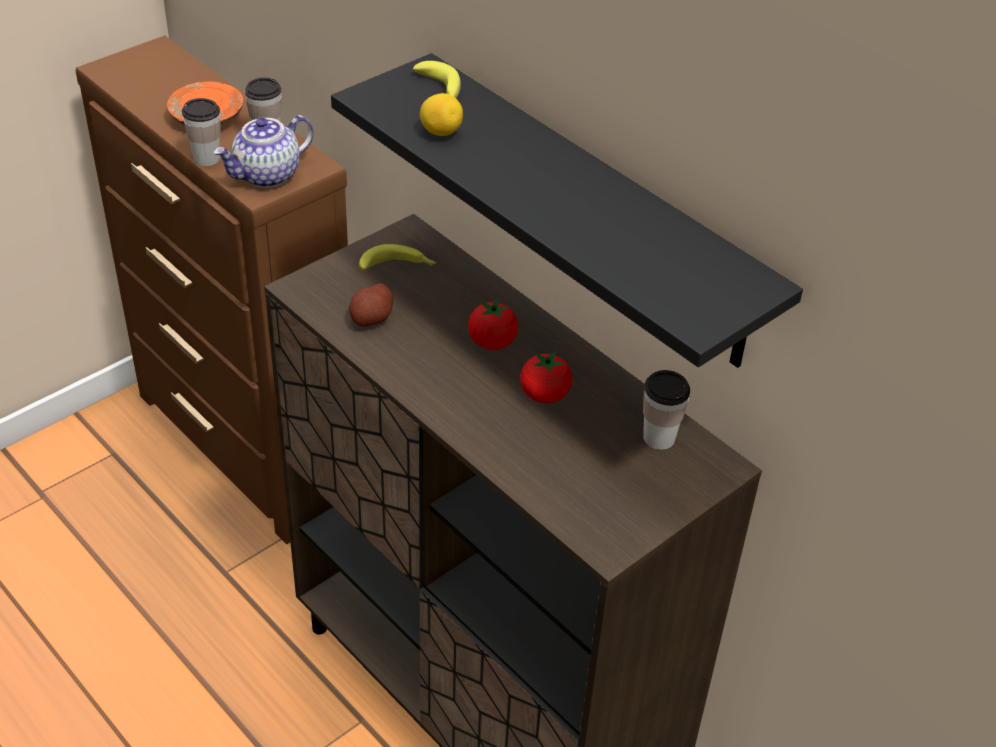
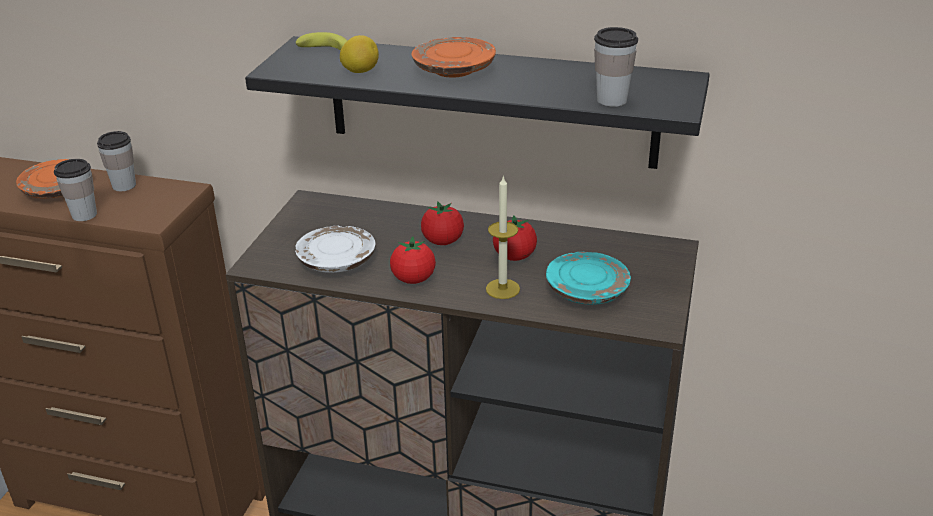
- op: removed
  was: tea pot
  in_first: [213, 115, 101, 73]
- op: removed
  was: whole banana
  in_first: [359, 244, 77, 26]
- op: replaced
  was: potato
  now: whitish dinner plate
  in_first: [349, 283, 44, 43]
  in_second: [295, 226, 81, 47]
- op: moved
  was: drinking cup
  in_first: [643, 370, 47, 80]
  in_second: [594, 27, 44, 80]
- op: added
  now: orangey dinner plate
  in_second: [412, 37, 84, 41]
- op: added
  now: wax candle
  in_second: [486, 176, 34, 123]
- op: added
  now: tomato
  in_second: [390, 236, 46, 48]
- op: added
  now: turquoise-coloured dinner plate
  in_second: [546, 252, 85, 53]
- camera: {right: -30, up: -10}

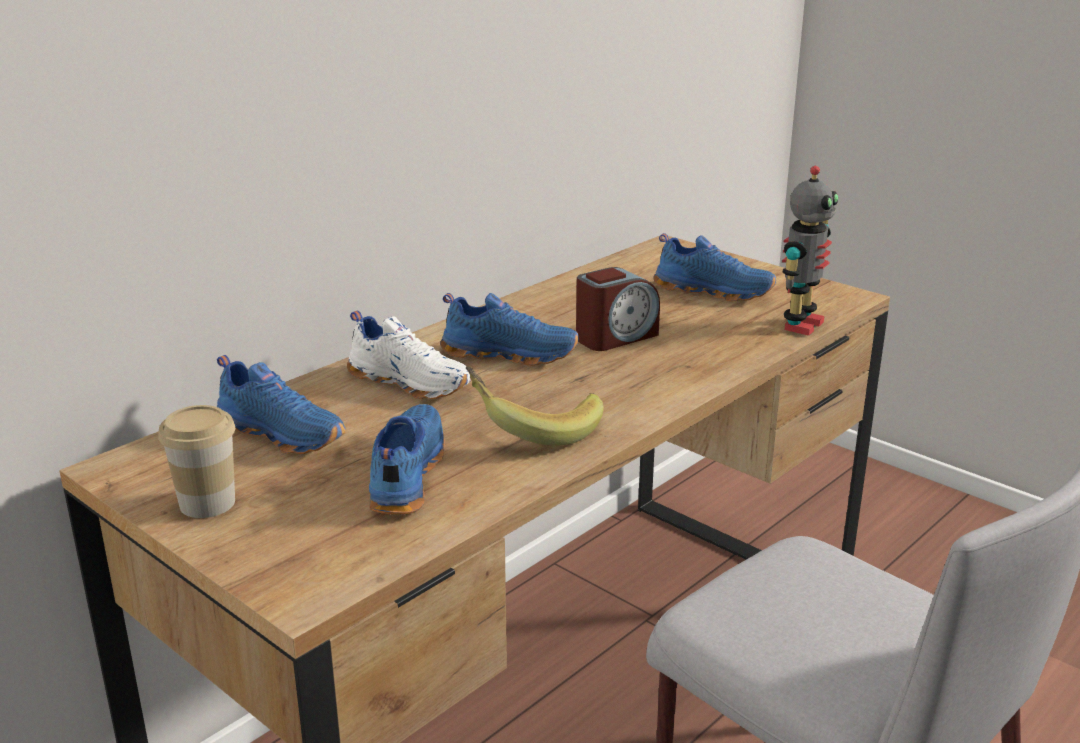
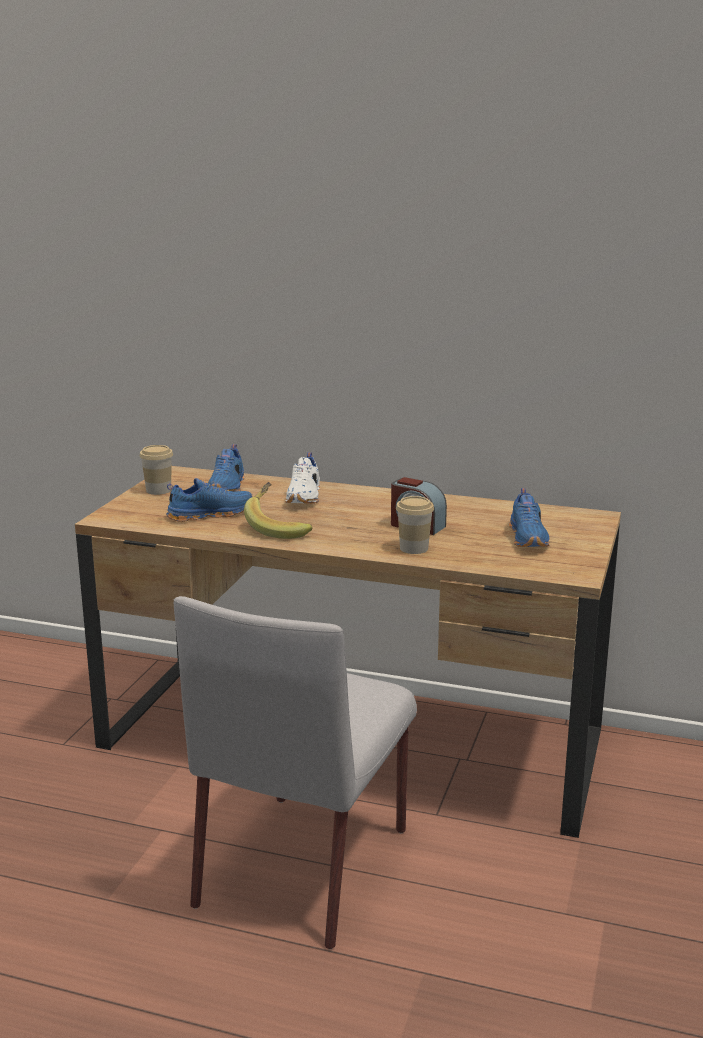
- op: removed
  was: toy robot
  in_first: [782, 166, 56, 170]
- op: removed
  was: bluish low shoe
  in_first: [440, 293, 139, 73]
- op: added
  now: drinking cup
  in_second: [396, 496, 38, 58]
- camera: {right: 65, up: -5}

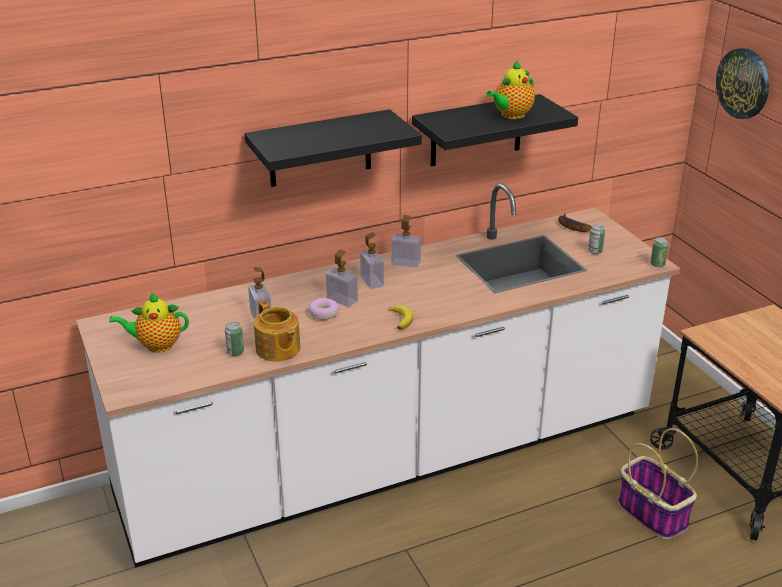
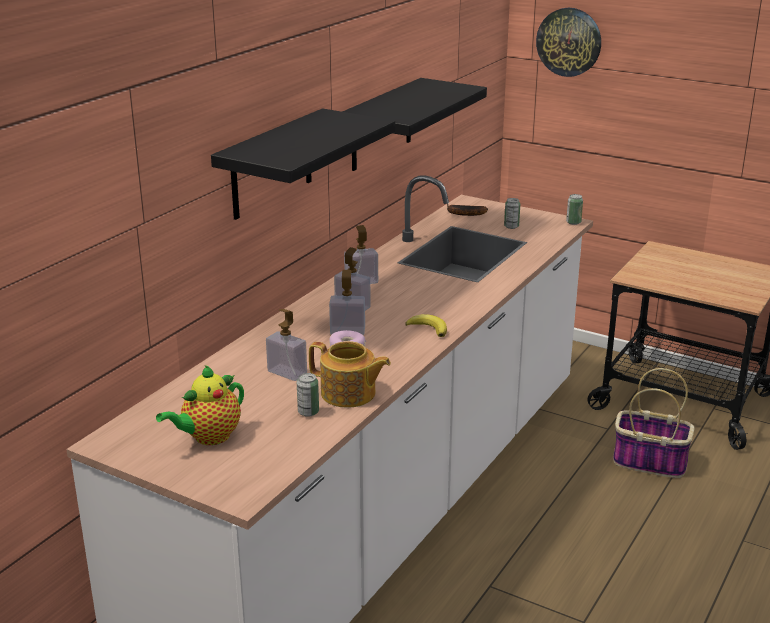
- op: removed
  was: tea pot
  in_first: [486, 60, 49, 59]
- camera: {right: -35, up: -5}

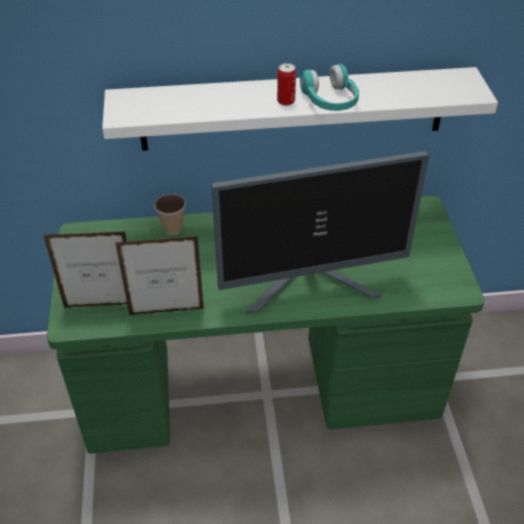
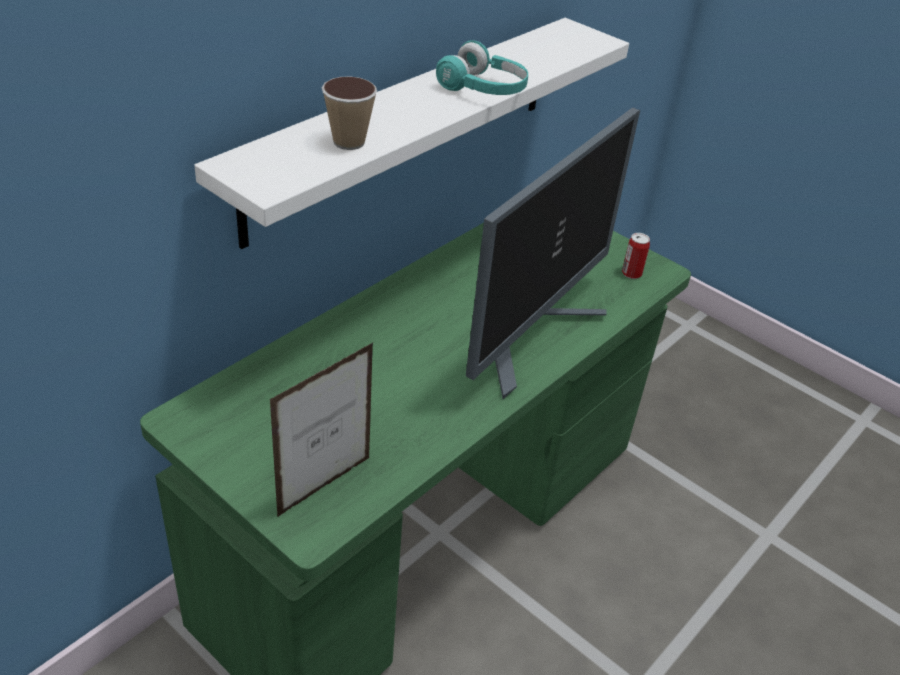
- op: moved
  was: can
  in_first: [277, 63, 19, 43]
  in_second: [622, 233, 28, 46]
- op: moved
  was: drinking cup
  in_first: [154, 194, 32, 41]
  in_second: [322, 77, 55, 73]
- op: removed
  was: standing frame
  in_first: [115, 236, 89, 79]
- camera: {right: -45, up: -5}

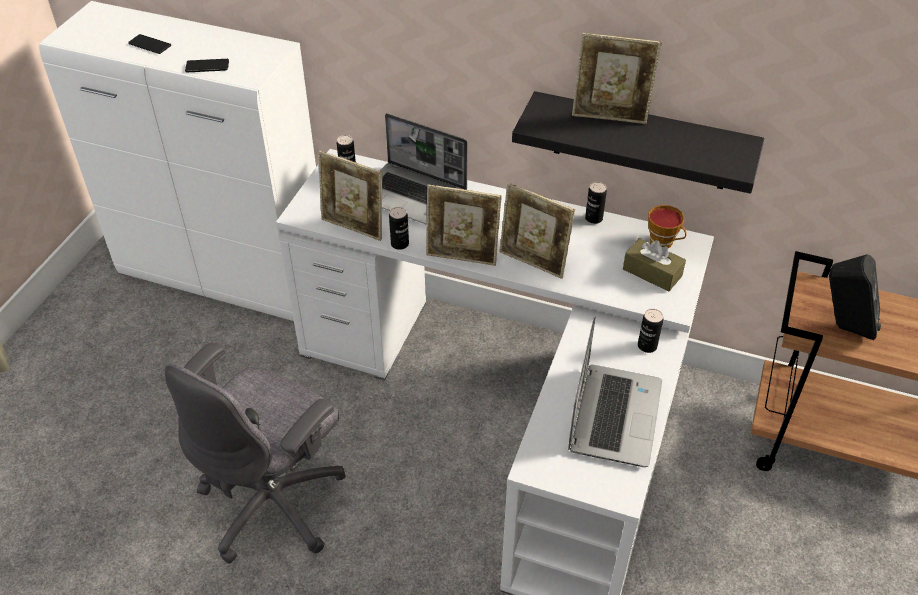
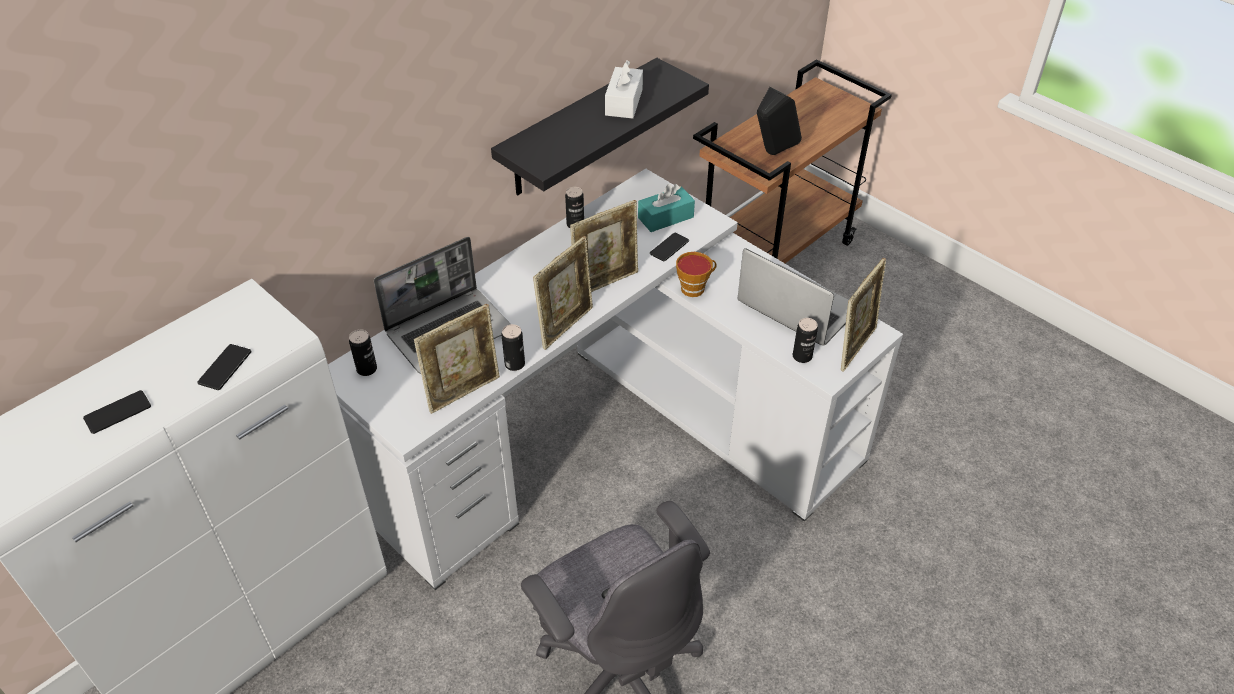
- op: moved
  was: standing frame
  in_first: [572, 33, 90, 91]
  in_second: [841, 258, 45, 114]
- op: moved
  was: drinking cup
  in_first: [648, 205, 39, 43]
  in_second: [676, 252, 41, 45]
- op: recoloured
  was: brown tissue holder
  now: turquoise-coloured tissue holder
  in_first: [623, 238, 63, 53]
  in_second: [638, 184, 57, 48]
- op: moved
  was: can
  in_first: [638, 309, 25, 44]
  in_second: [793, 318, 25, 45]
- op: added
  now: whitish tissue holder
  in_second: [605, 60, 38, 59]
- op: added
  now: telephone
  in_second: [650, 232, 39, 30]
- camera: {right: -65, up: 0}

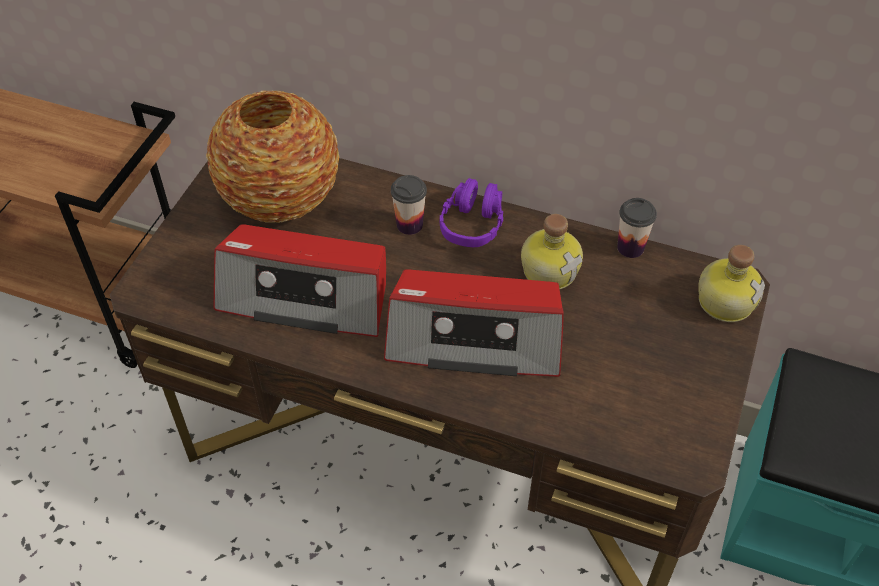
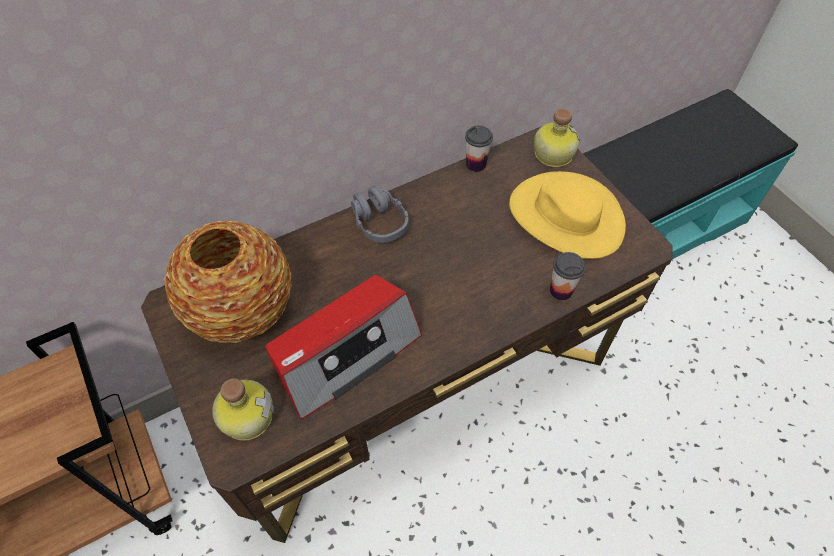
- op: moved
  was: drinking cup
  in_first: [391, 175, 36, 60]
  in_second: [550, 252, 36, 48]
- op: recoloured
  was: purple headphones
  now: greyish headphones
  in_first: [440, 178, 63, 69]
  in_second: [351, 185, 58, 58]
- op: moved
  was: drink bottle
  in_first: [521, 214, 62, 75]
  in_second: [212, 378, 62, 63]
- op: removed
  was: radio receiver
  in_first: [384, 269, 180, 108]
- op: added
  now: yellowish clothing hat
  in_second: [509, 171, 117, 88]
- camera: {right: -50, up: 5}

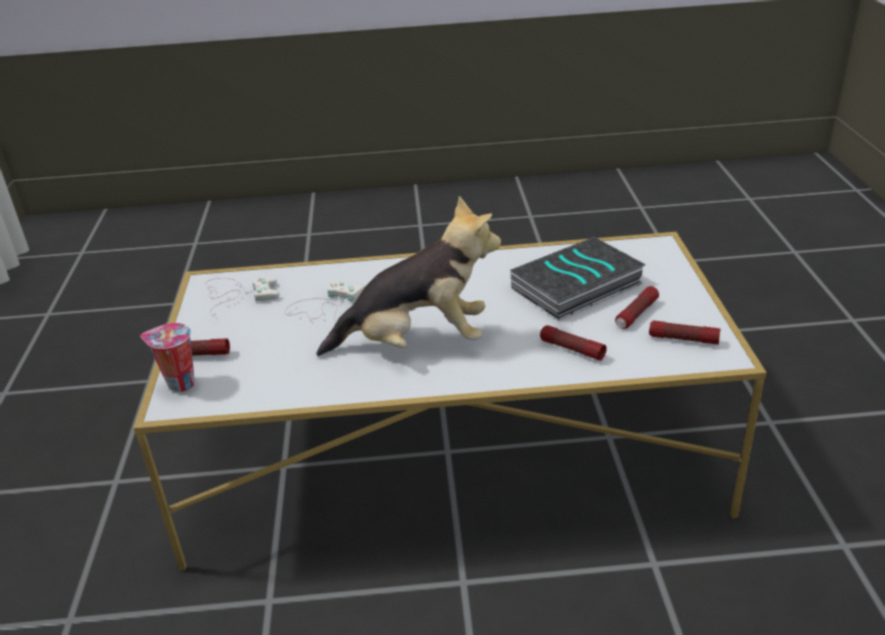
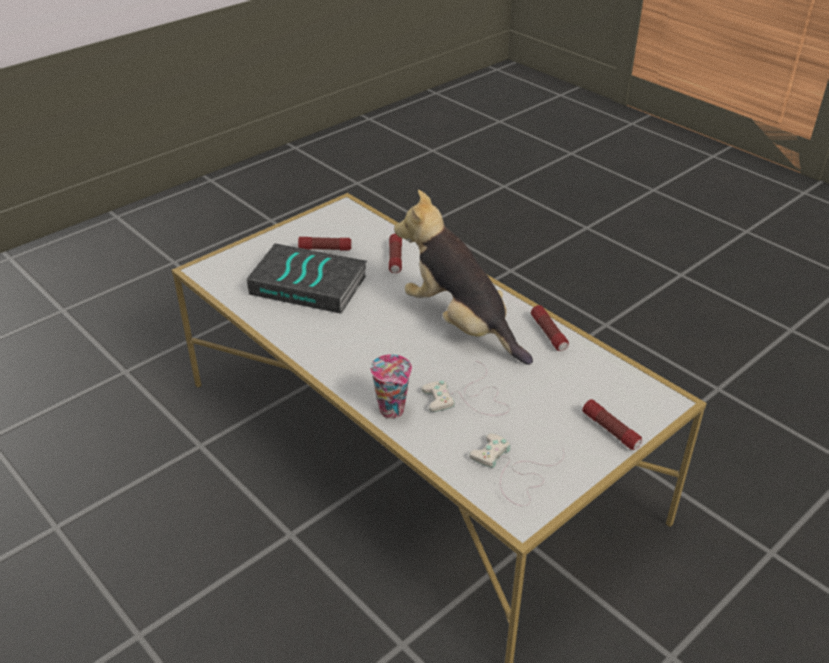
- op: moved
  was: flashlight
  in_first: [649, 320, 72, 25]
  in_second: [531, 305, 38, 46]
- op: moved
  was: drinking cup
  in_first: [140, 323, 55, 69]
  in_second: [370, 354, 42, 65]
- camera: {right: -130, up: 5}

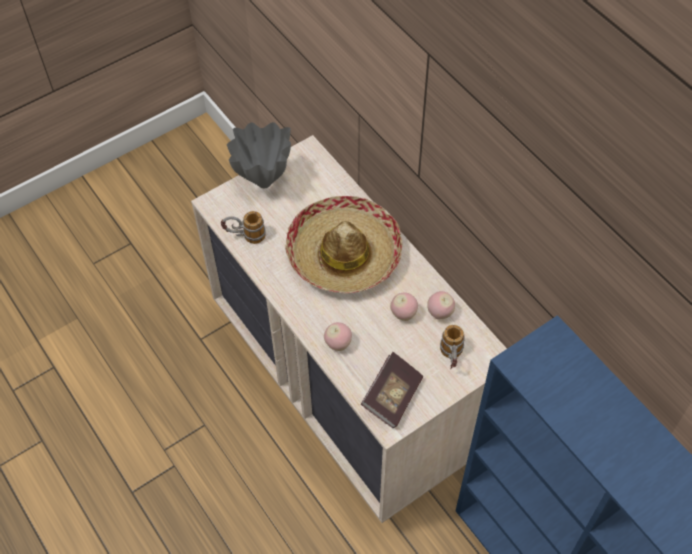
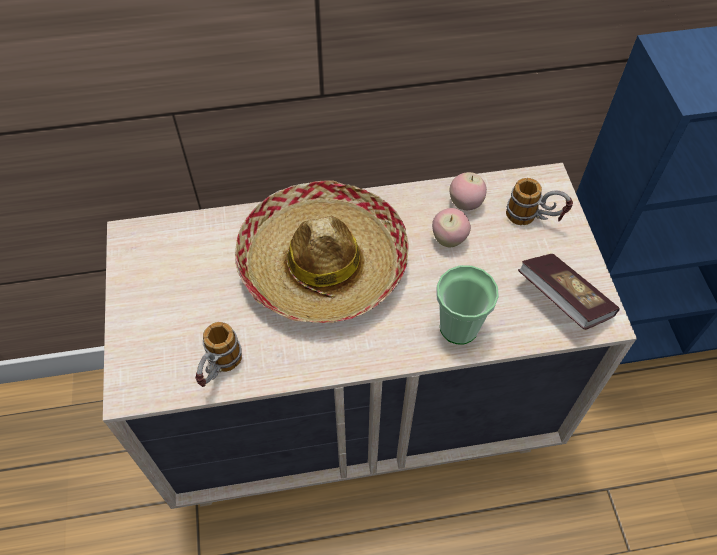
- op: removed
  was: greyish decorative vase
  in_first: [227, 122, 64, 66]
- op: replaced
  was: apple fruit
  now: drinking cup
  in_first: [324, 322, 28, 29]
  in_second: [436, 265, 63, 80]
- camera: {right: -65, up: 0}

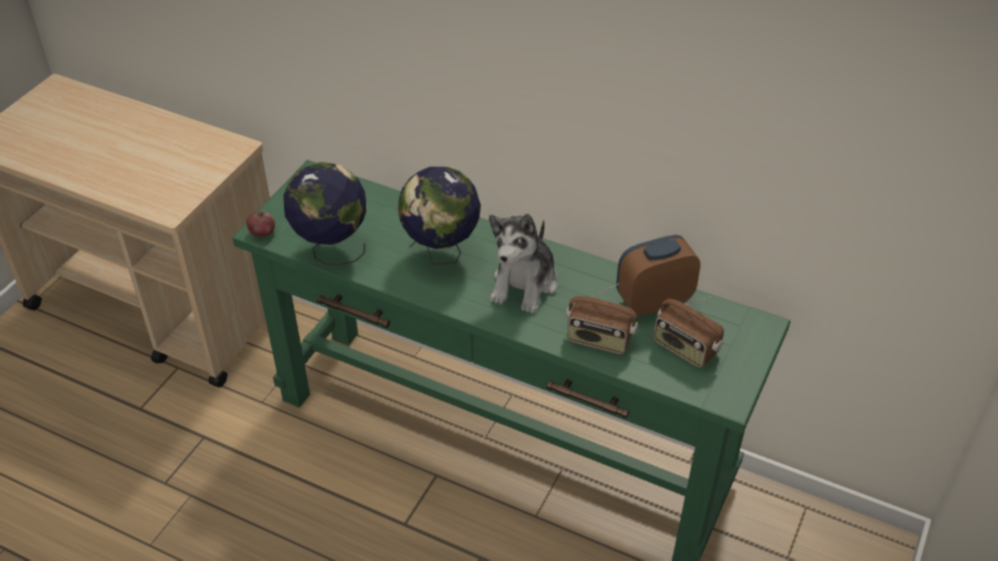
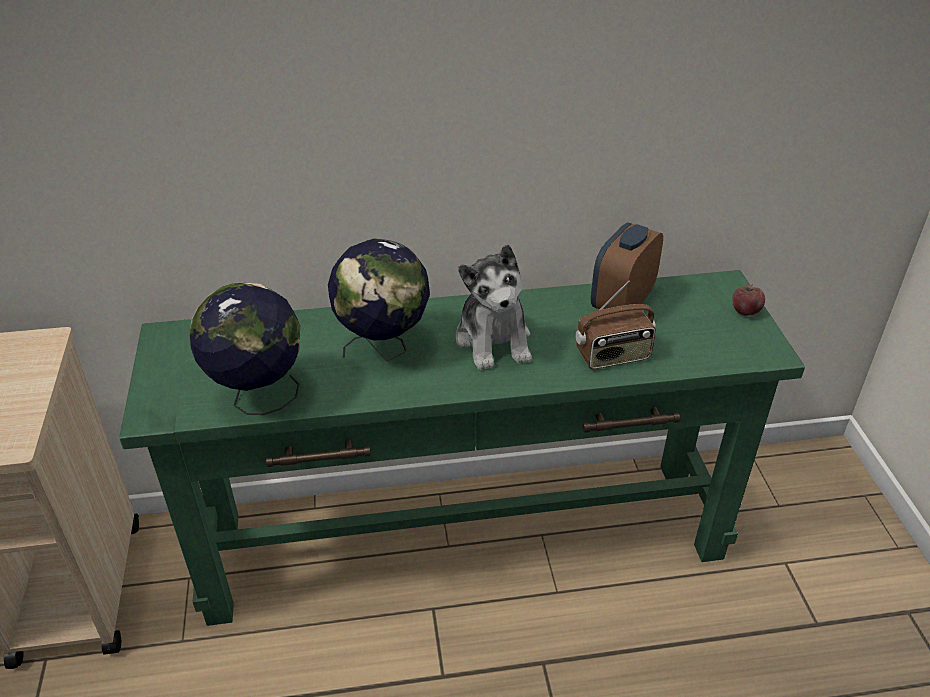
- op: moved
  was: apple fruit
  in_first: [246, 211, 29, 26]
  in_second: [732, 284, 33, 32]
- op: removed
  was: radio receiver
  in_first: [654, 296, 70, 72]
- camera: {right: -35, up: -5}

